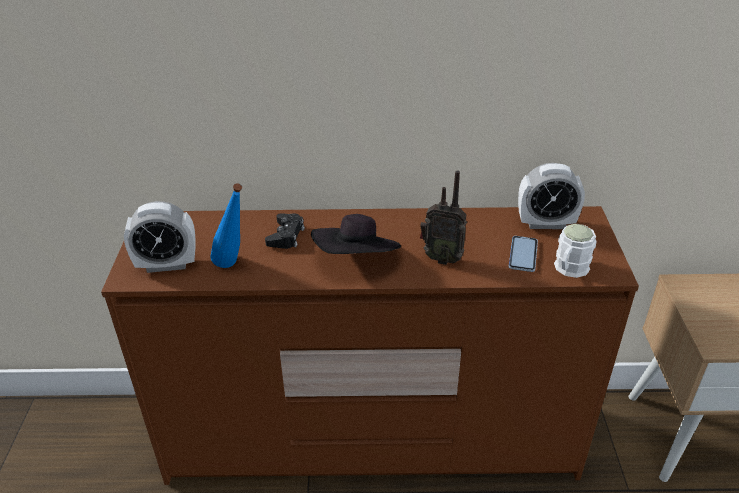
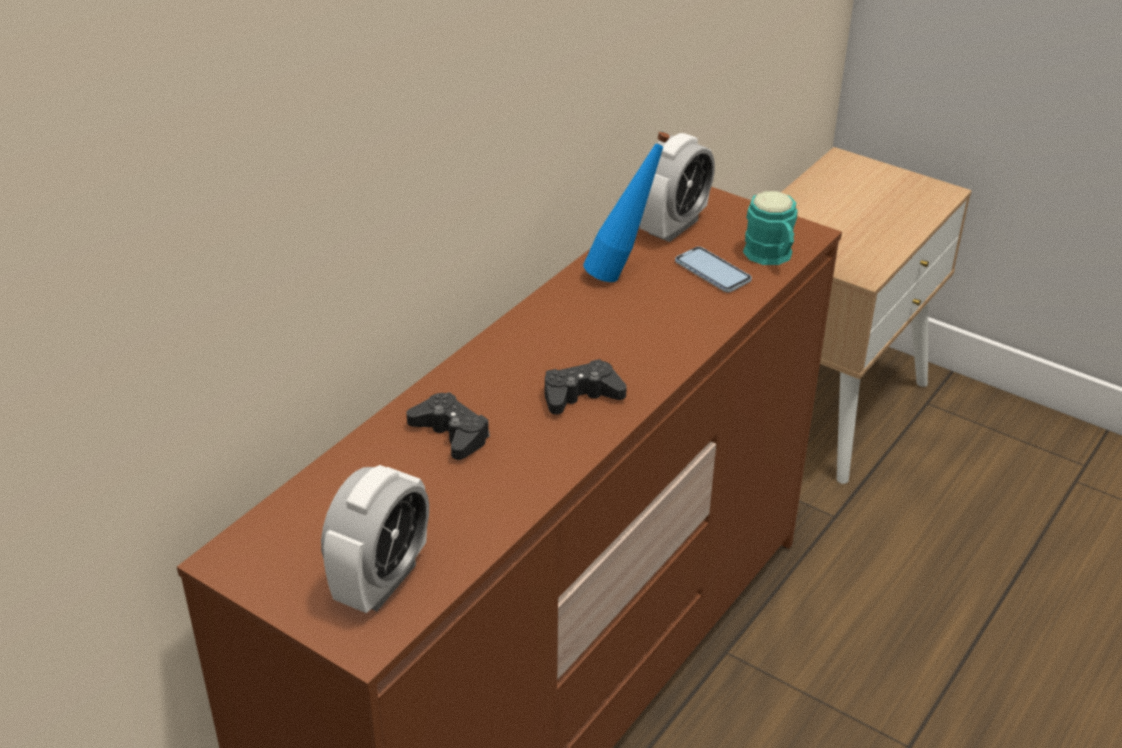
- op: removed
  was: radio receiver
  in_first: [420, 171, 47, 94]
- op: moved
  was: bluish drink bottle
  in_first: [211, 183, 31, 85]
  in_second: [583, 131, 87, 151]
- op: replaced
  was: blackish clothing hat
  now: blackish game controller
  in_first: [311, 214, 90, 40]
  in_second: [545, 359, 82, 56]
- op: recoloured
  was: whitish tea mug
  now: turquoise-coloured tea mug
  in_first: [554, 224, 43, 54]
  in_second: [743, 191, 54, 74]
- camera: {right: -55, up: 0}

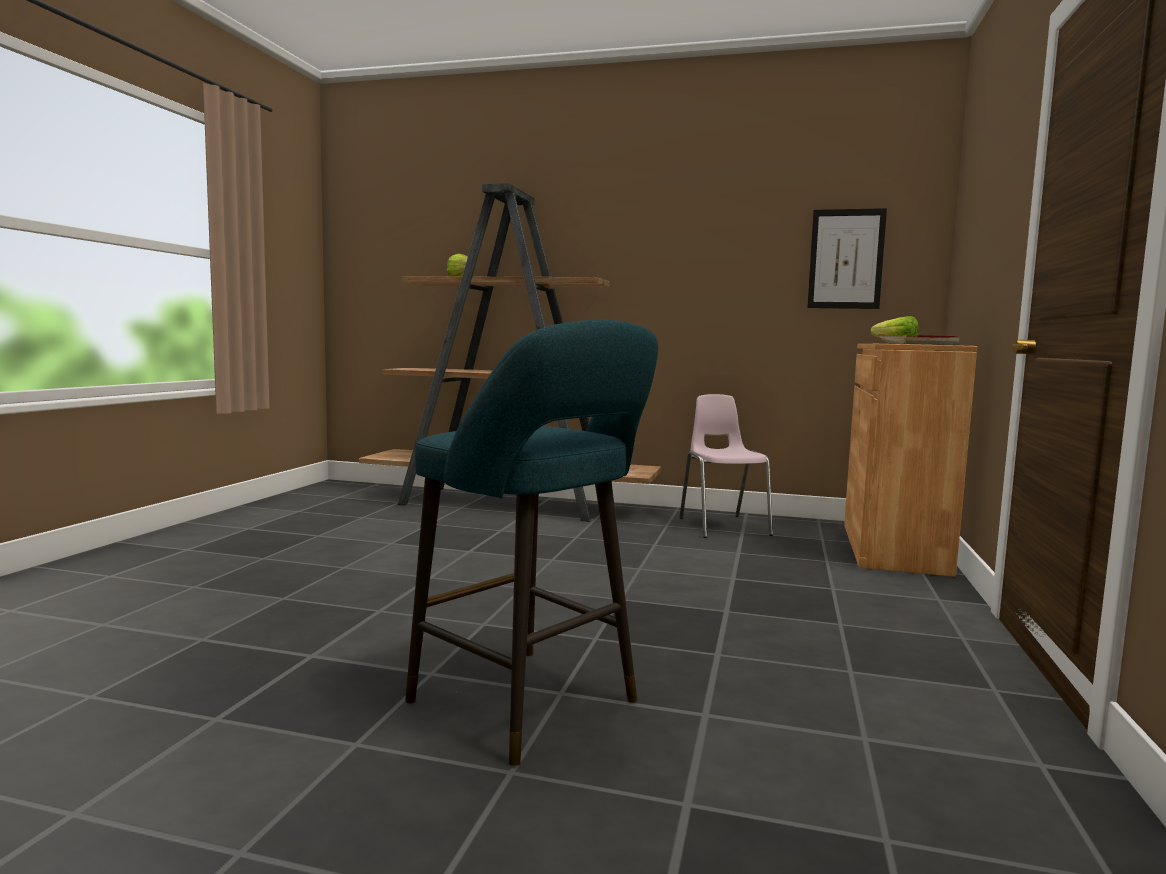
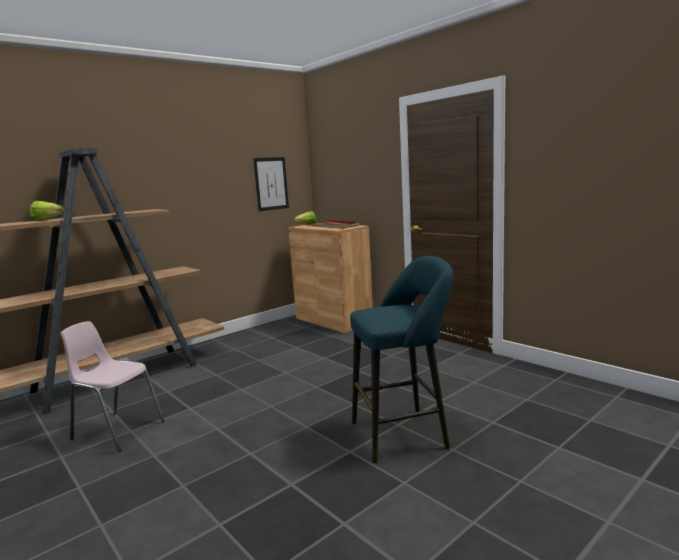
- op: moved
  was: pinkish chair
  in_first: [679, 394, 94, 144]
  in_second: [61, 321, 104, 131]
- camera: {right: -55, up: 5}

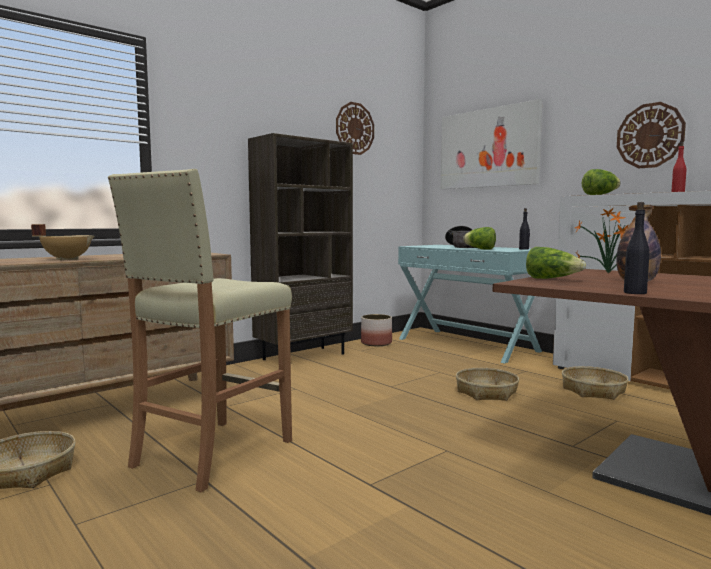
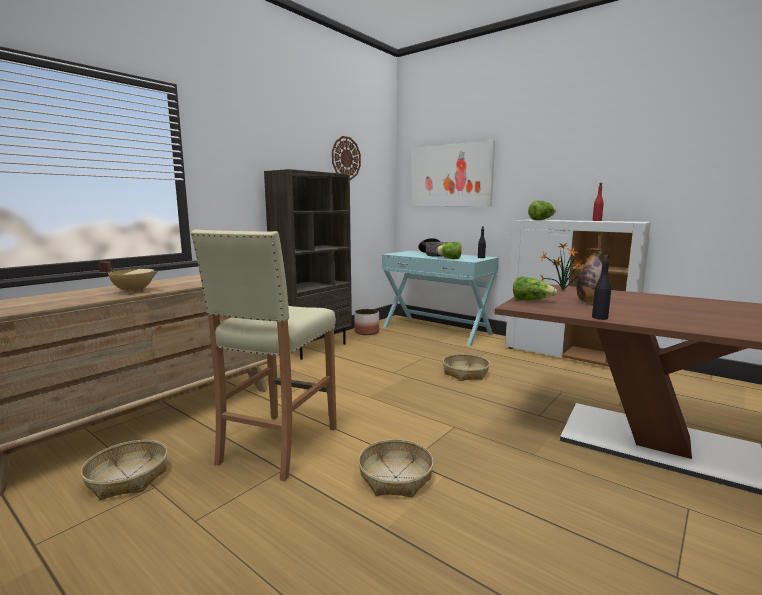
- op: removed
  was: wall clock
  in_first: [617, 102, 69, 66]
- op: moved
  was: basket
  in_first: [562, 366, 67, 34]
  in_second: [358, 439, 76, 59]
- camera: {right: -10, up: 5}

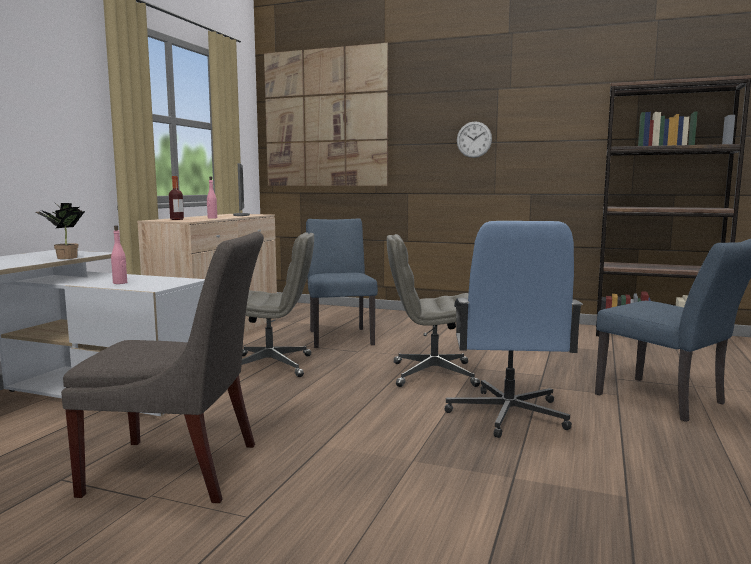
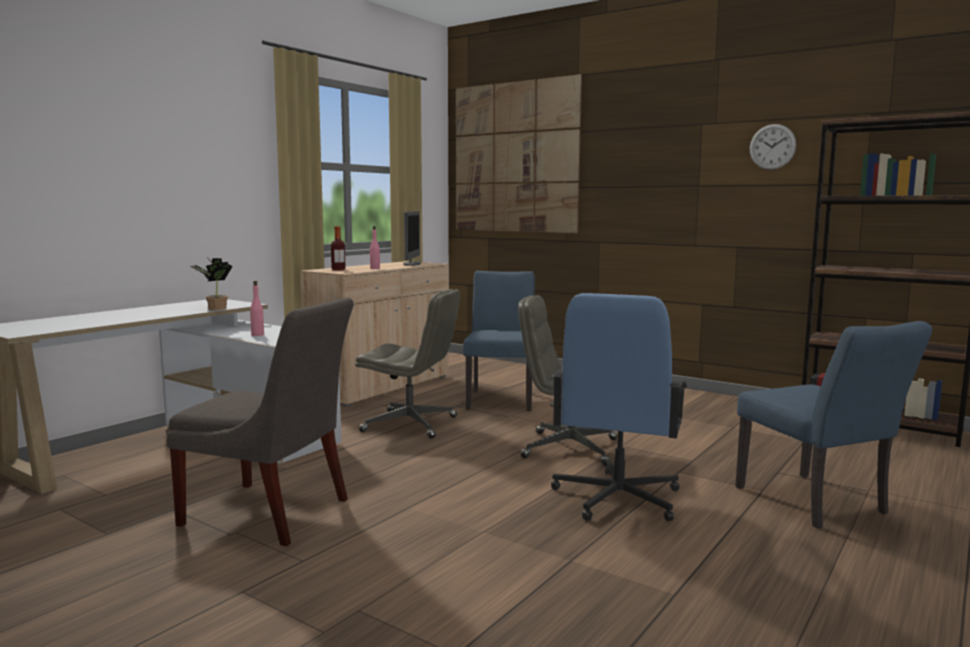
- op: moved
  was: wall clock
  in_first: [457, 121, 35, 37]
  in_second: [750, 124, 46, 46]
- camera: {right: 15, up: 0}

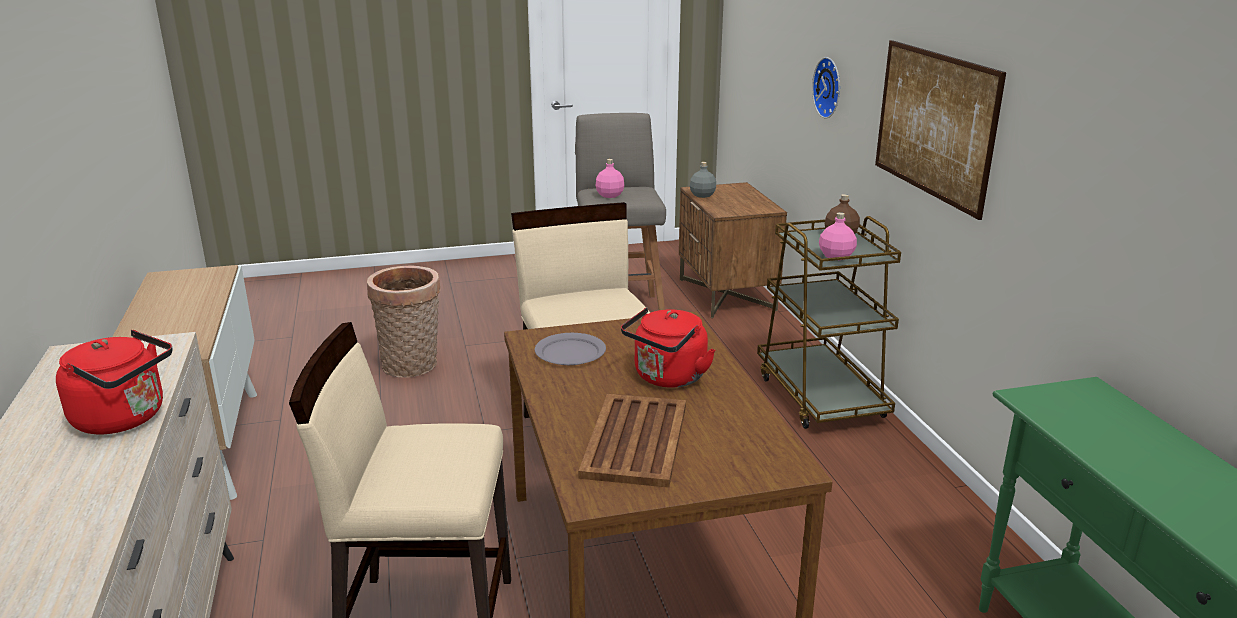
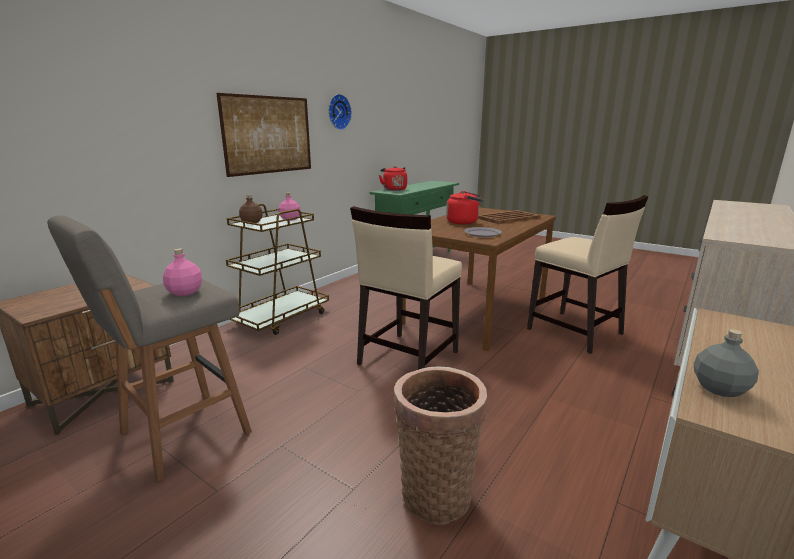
- op: moved
  was: wall clock
  in_first: [812, 57, 28, 61]
  in_second: [328, 94, 24, 36]
- op: moved
  was: greyish drink bottle
  in_first: [690, 162, 26, 36]
  in_second: [694, 329, 65, 68]
- op: moved
  was: red-coloured tea kettle
  in_first: [56, 330, 116, 104]
  in_second: [379, 166, 28, 25]
- camera: {right: -130, up: -5}

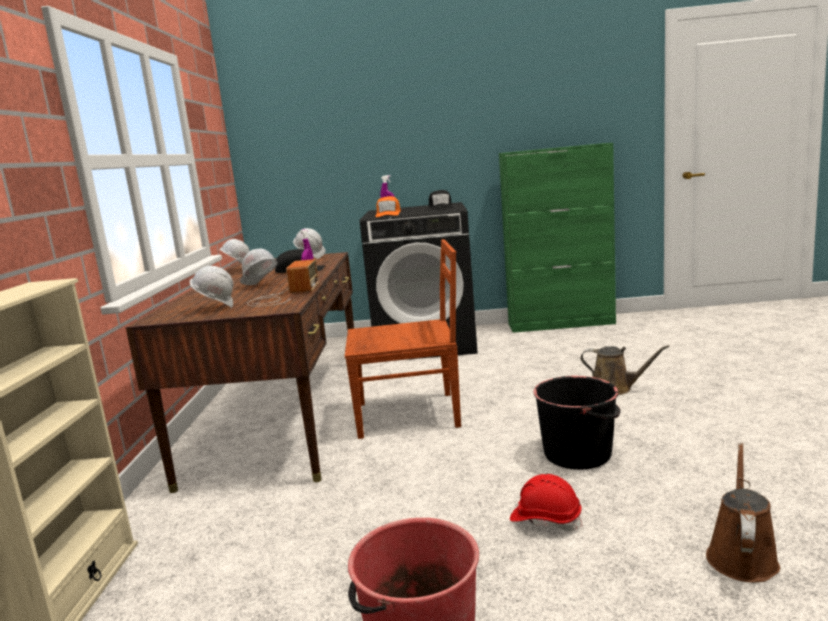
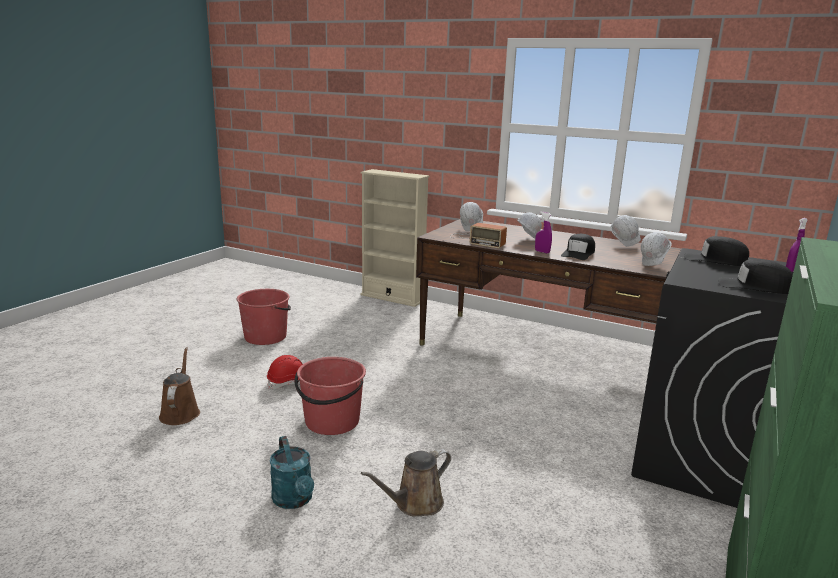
- op: recoloured
  was: orangey peaked cap
  now: blackish peaked cap
  in_first: [375, 196, 26, 21]
  in_second: [684, 236, 65, 30]
- op: removed
  was: brown chair
  in_first: [345, 239, 116, 200]
- op: recoloured
  was: blackish pail
  now: red-coloured pail
  in_first: [533, 376, 88, 93]
  in_second: [295, 357, 71, 78]
- op: turned
  was: brown watering pot
  in_first: [706, 443, 74, 140]
  in_second: [159, 347, 41, 78]
  clockwise: -150
- op: added
  now: turquoise-coloured watering pot
  in_second: [270, 436, 44, 73]
- camera: {right: 115, up: 5}

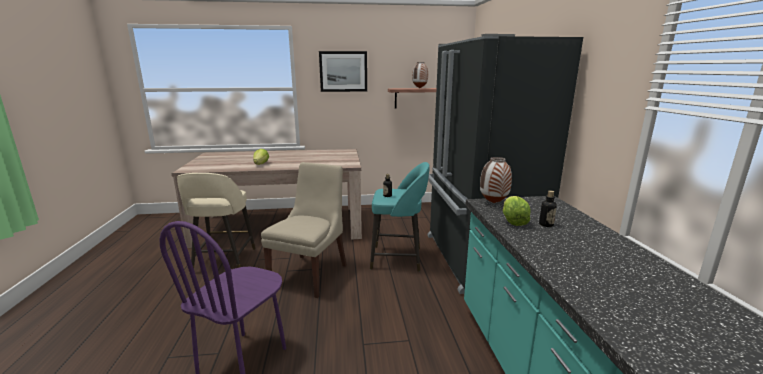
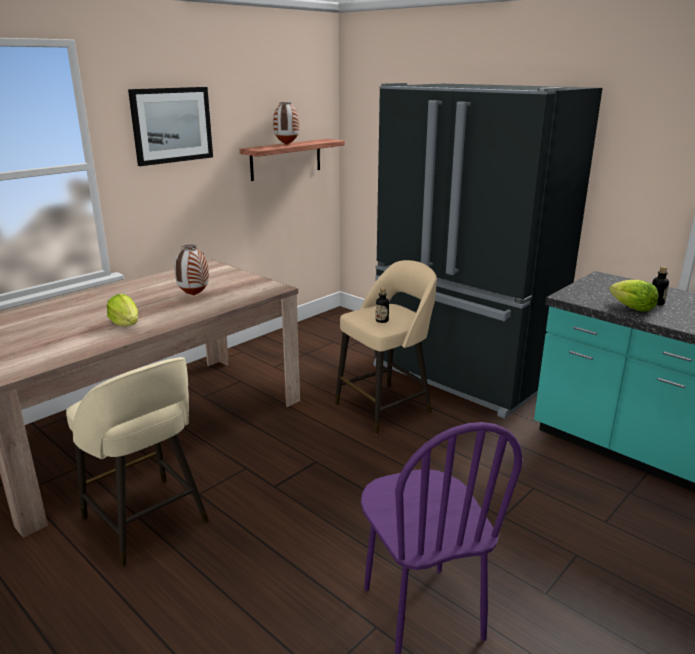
- op: moved
  was: decorative vase
  in_first: [480, 157, 32, 46]
  in_second: [174, 245, 35, 50]
- op: removed
  was: sand-coloured chair
  in_first: [261, 162, 86, 136]
- op: recoloured
  was: turquoise-coloured stool seat
  now: sand-coloured stool seat
  in_first: [370, 162, 59, 110]
  in_second: [335, 260, 102, 174]
- camera: {right: -40, up: 5}

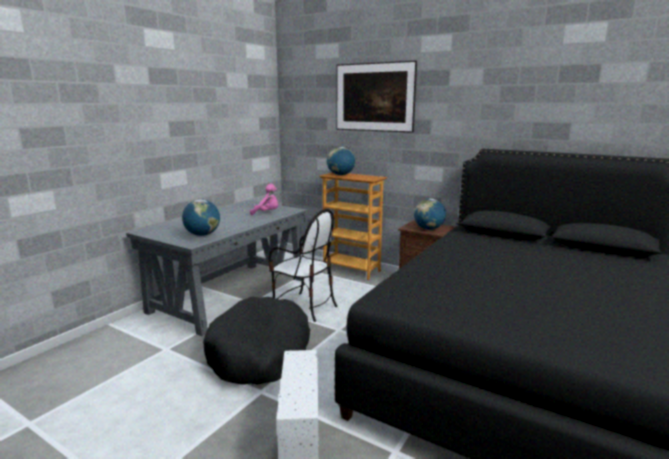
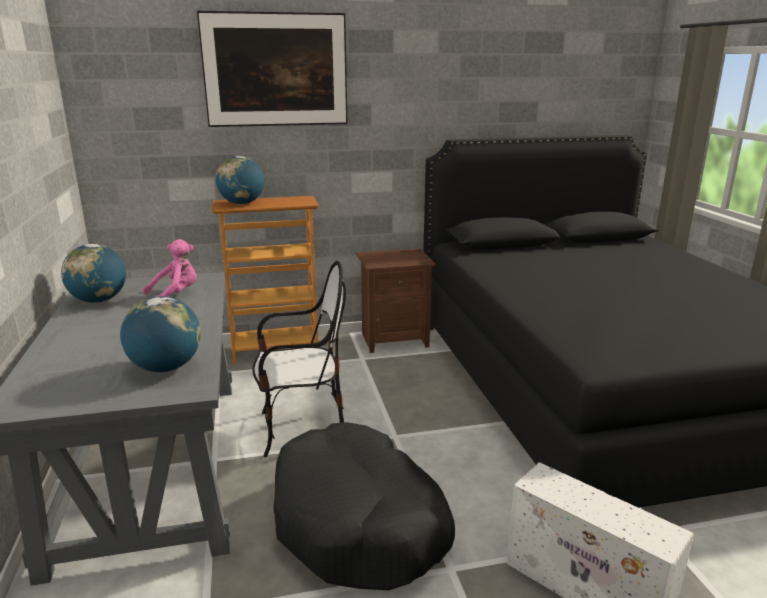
- op: moved
  was: globe
  in_first: [414, 199, 32, 31]
  in_second: [61, 244, 65, 59]
- camera: {right: -45, up: 5}

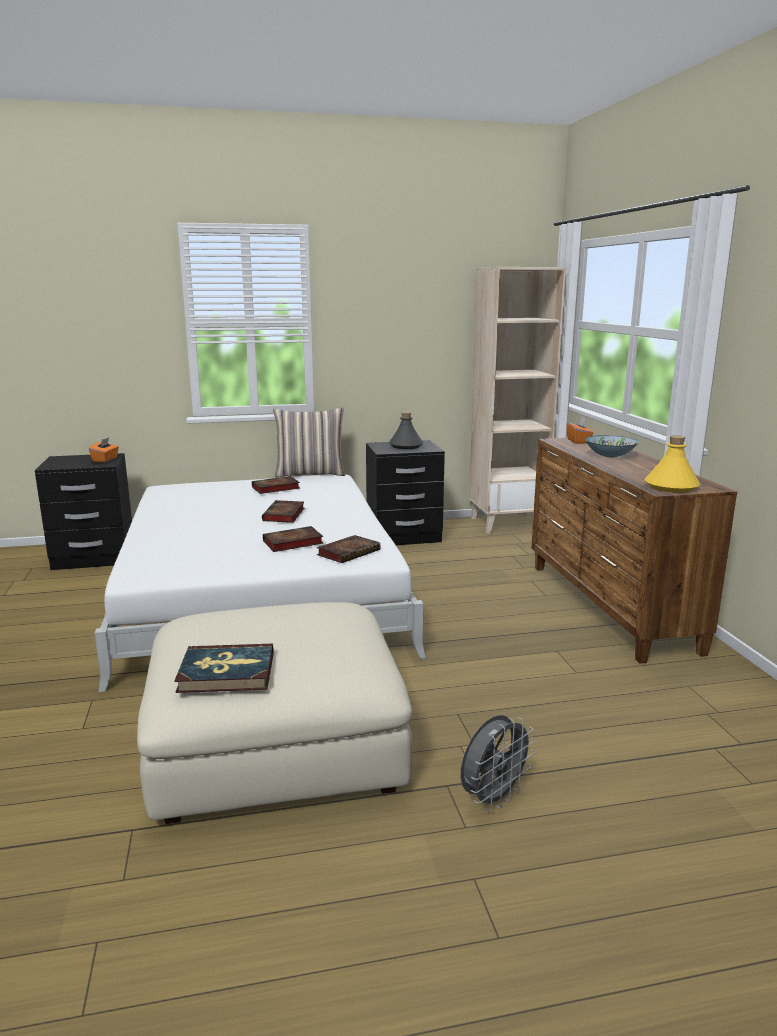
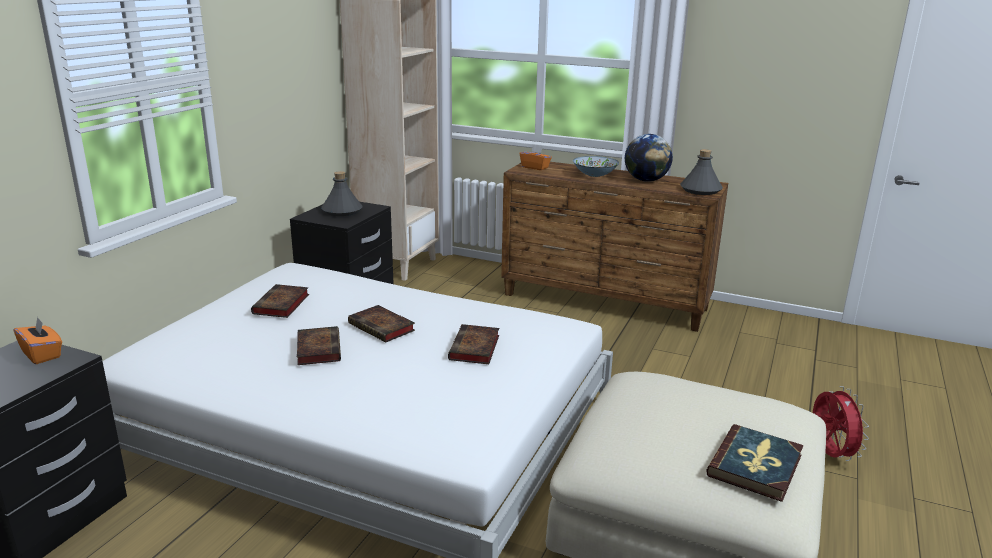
- op: removed
  was: pillow
  in_first: [273, 408, 72, 69]
- op: recoloured
  was: yellowish drink bottle
  now: greyish drink bottle
  in_first: [645, 435, 55, 58]
  in_second: [680, 149, 43, 46]
- op: moved
  was: book
  in_first: [317, 535, 64, 28]
  in_second: [297, 326, 44, 39]
- op: recoloured
  was: greyish cooling fan
  now: red-coloured cooling fan
  in_first: [461, 715, 75, 96]
  in_second: [813, 386, 56, 75]
- op: added
  now: globe
  in_second: [625, 134, 48, 48]
- camera: {right: -55, up: 5}

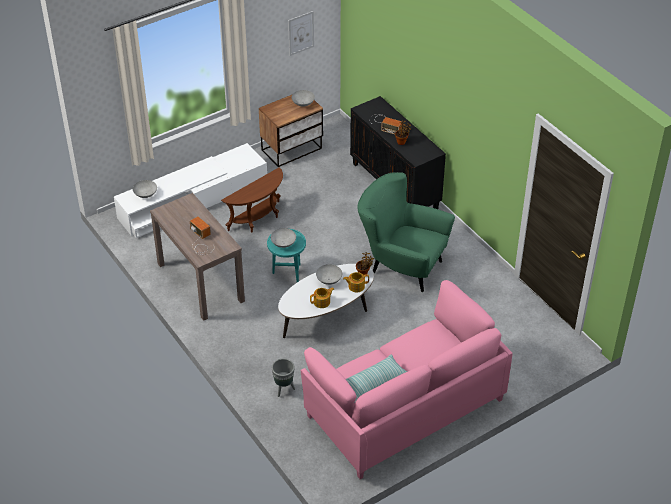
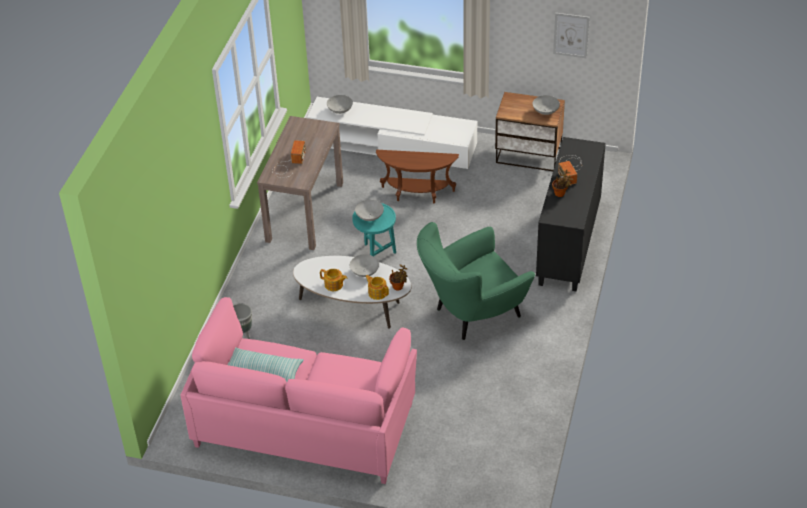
- op: turned
  was: greenish easy chair
  in_first: [357, 172, 98, 120]
  in_second: [417, 222, 118, 118]
  clockwise: -105
- camera: {right: 50, up: 0}

